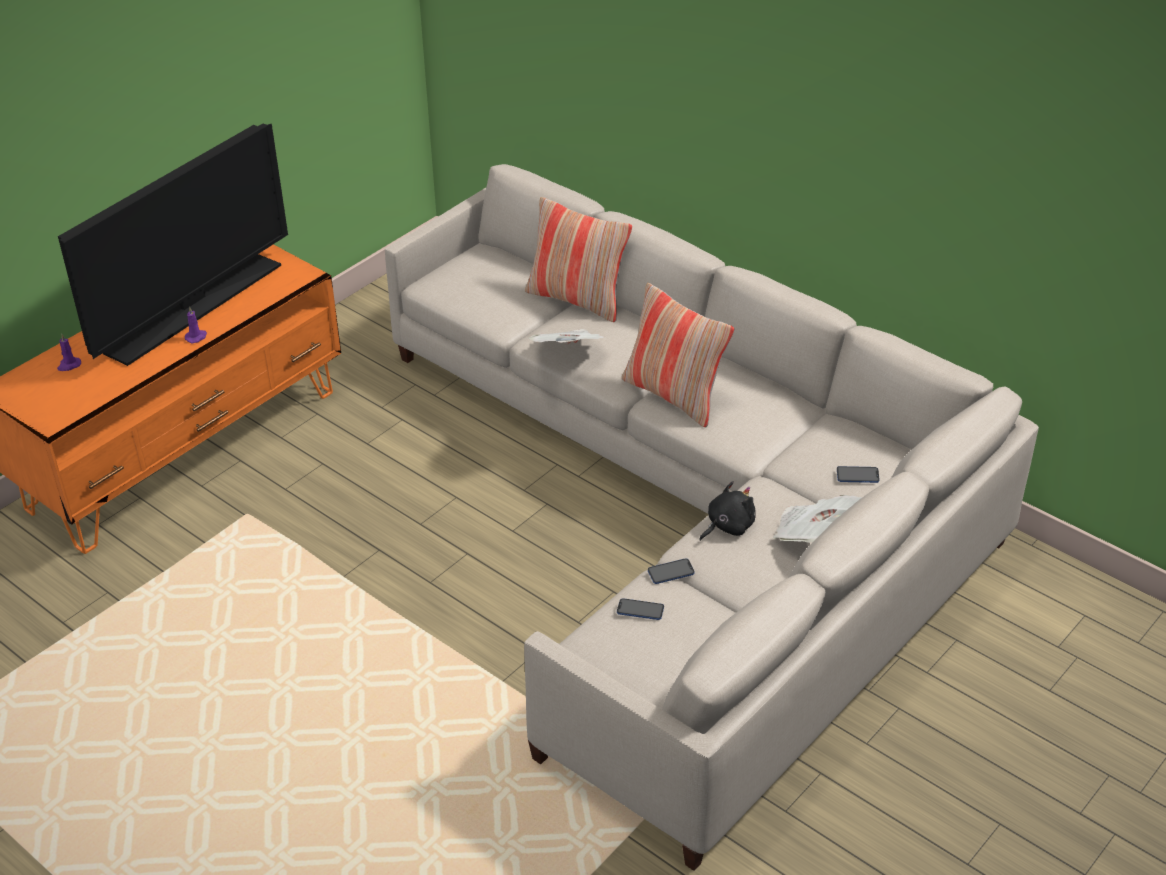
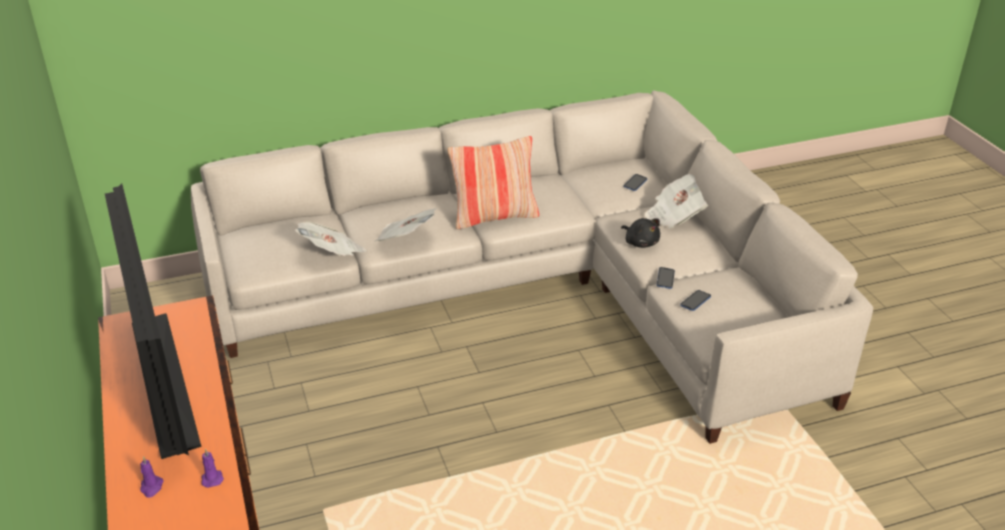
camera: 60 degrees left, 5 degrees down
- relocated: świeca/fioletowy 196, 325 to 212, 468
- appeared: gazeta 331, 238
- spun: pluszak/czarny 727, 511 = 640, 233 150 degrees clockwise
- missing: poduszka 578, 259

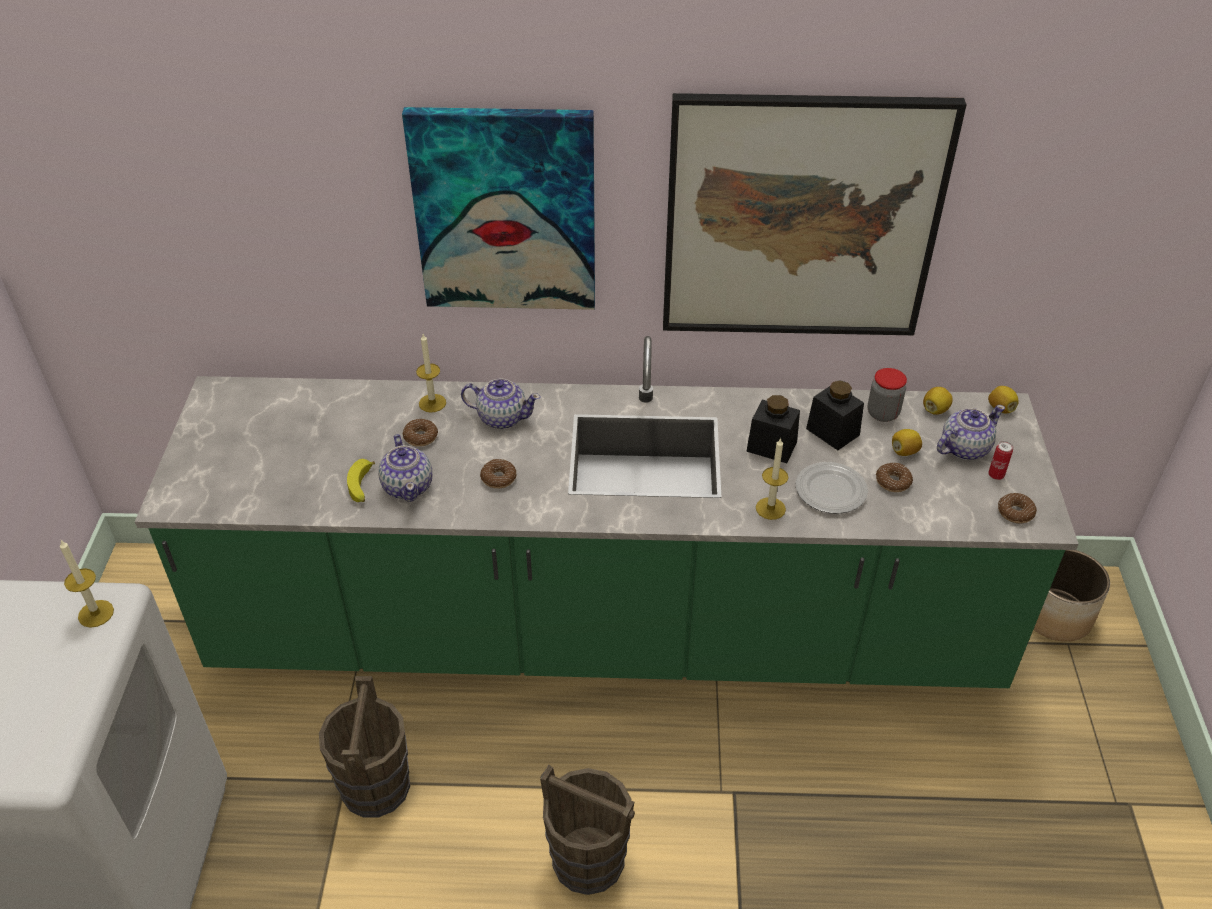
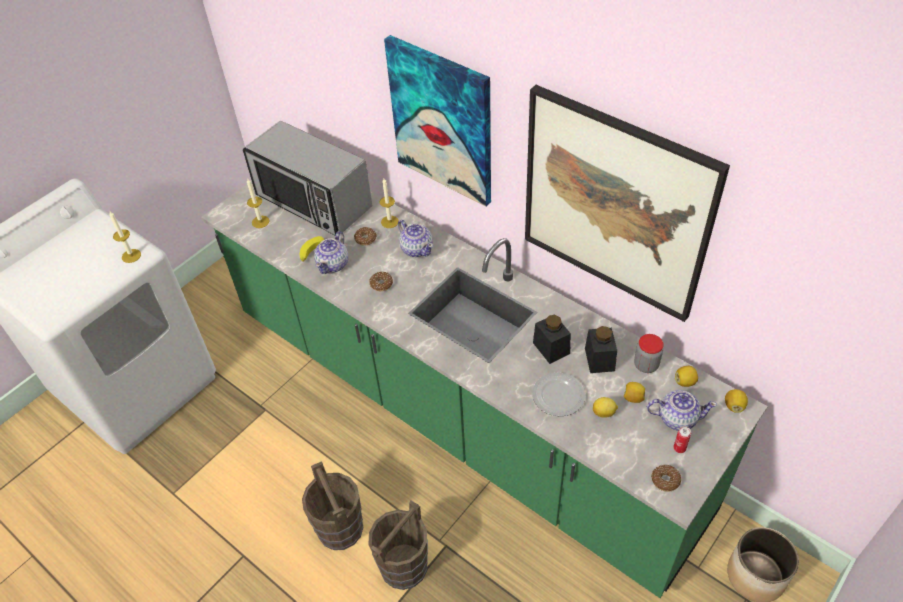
camera: 40 degrees right, 5 degrees up
- appeared: mikrofalówka 307, 178
- relocated: świeca 772, 478 to 258, 203
- relocated: wiadro/brązowy 364, 746 to 398, 545
- exchanged: donut 894, 477 to cytryna 605, 407

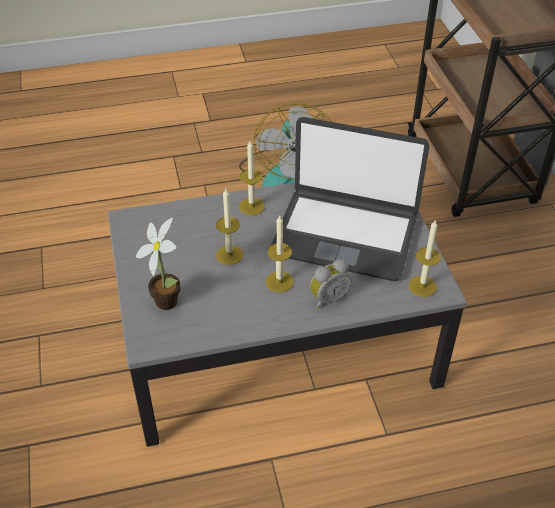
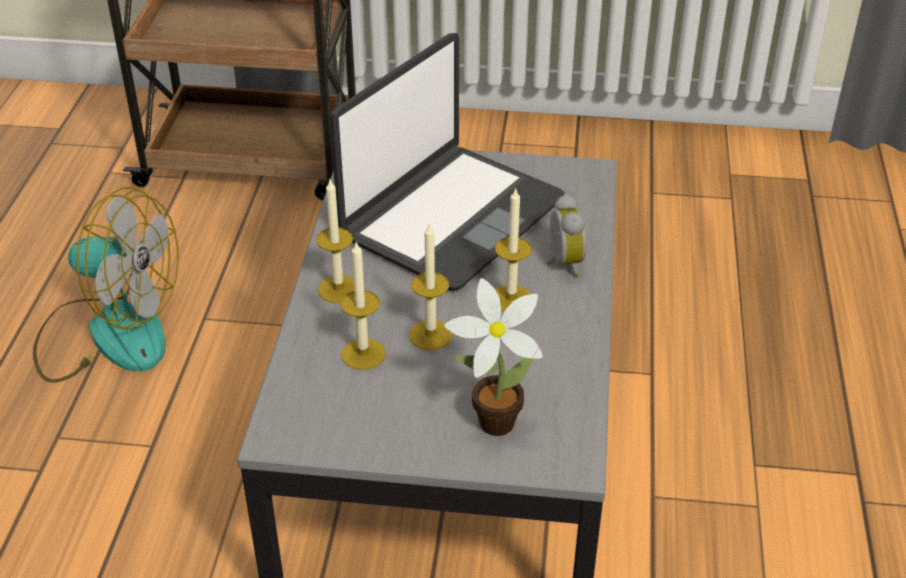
camera: 70 degrees left, 5 degrees down
- relocated: świeca 425, 258 to 363, 306

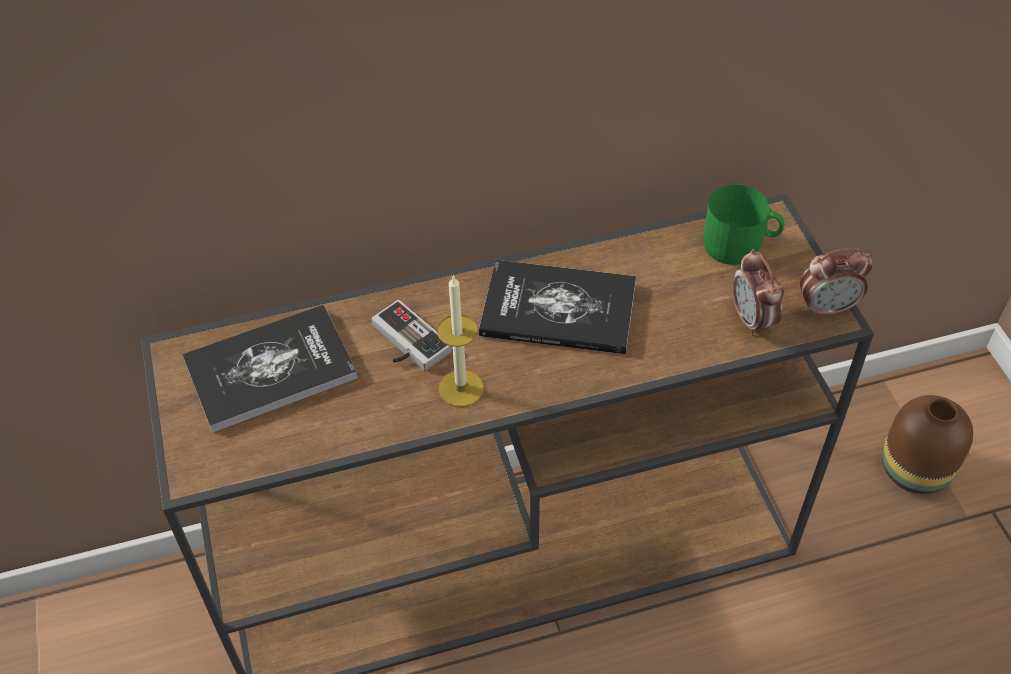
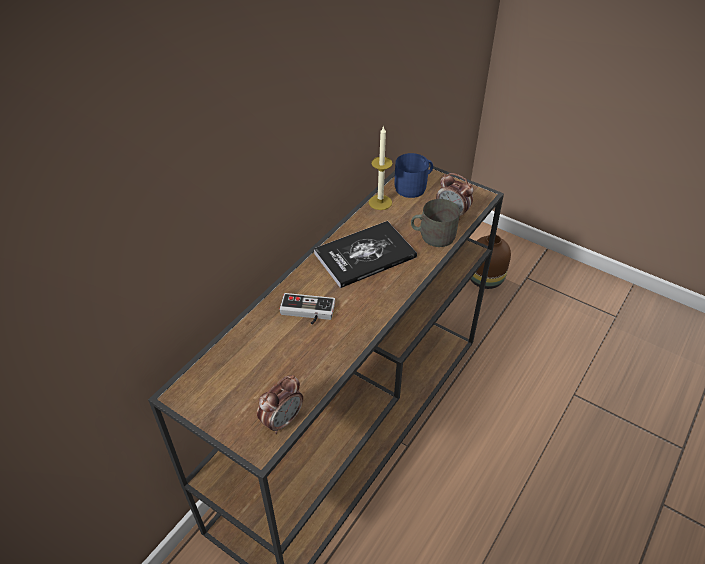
camera: 40 degrees left, 5 degrees down
- relocated: budzik 836, 282 to 280, 404
- relocated: świeca 460, 340 to 381, 168
- colour: kubek/zielony 743, 225 to kubek/niebieski 413, 175
- appeared: kubek/szary 435, 223
- missing: książka 270, 369

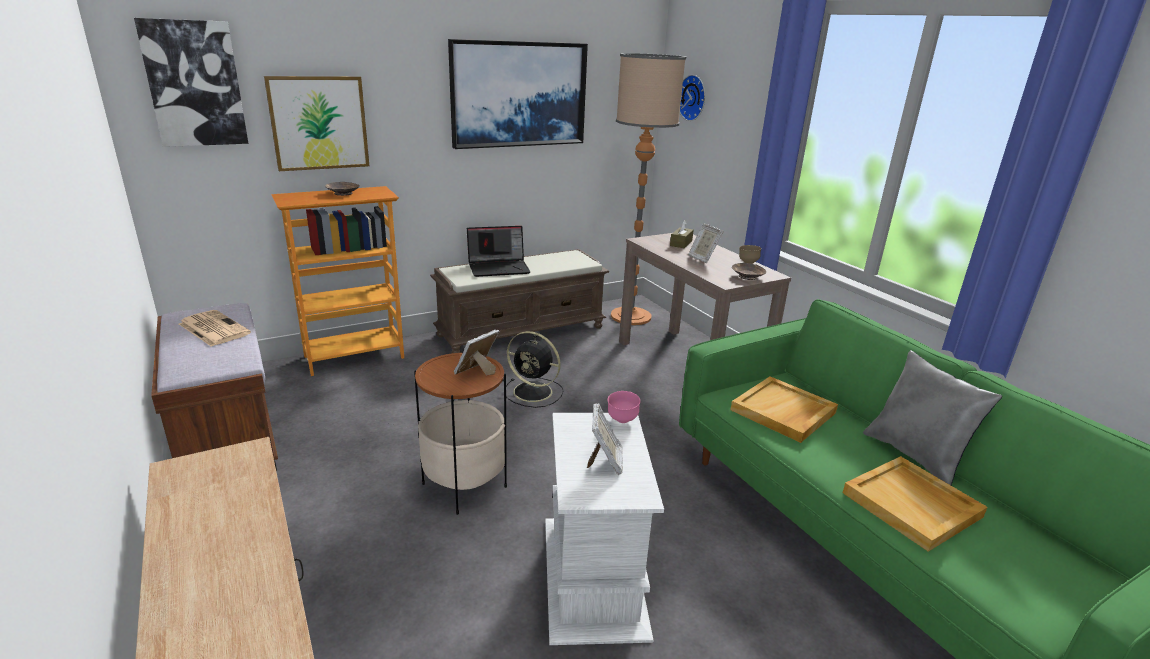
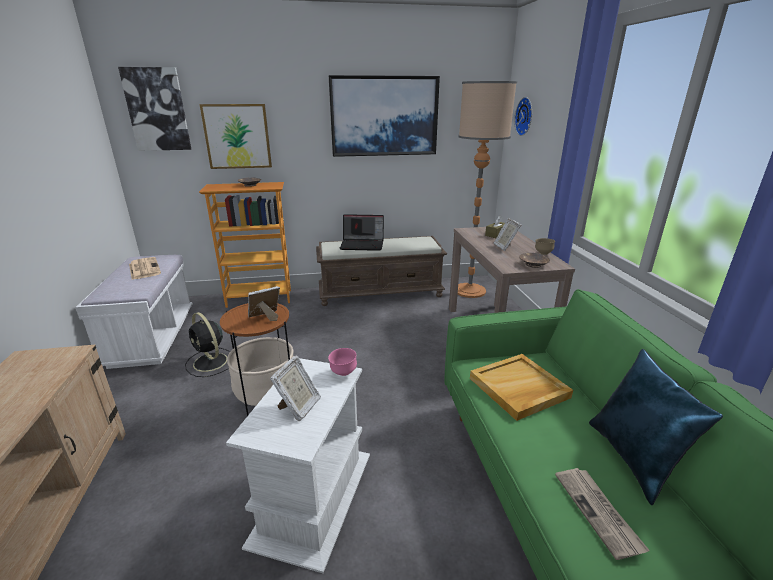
camera: 20 degrees right, 0 degrees up
- colour: ławka/brązowy 214, 381 to ławka/biały 134, 312
- relocated: wentylator/czarny 534, 369 to 207, 344
- exchanged: taca/beżowy 915, 504 to gazeta 602, 514
- colour: poduszka/szary 932, 417 to poduszka/niebieski 656, 427

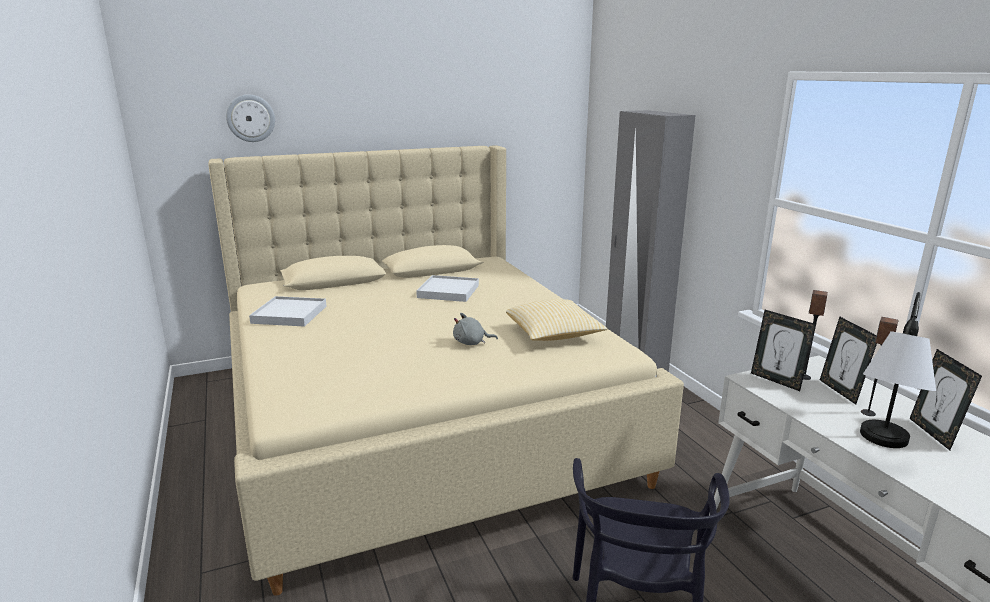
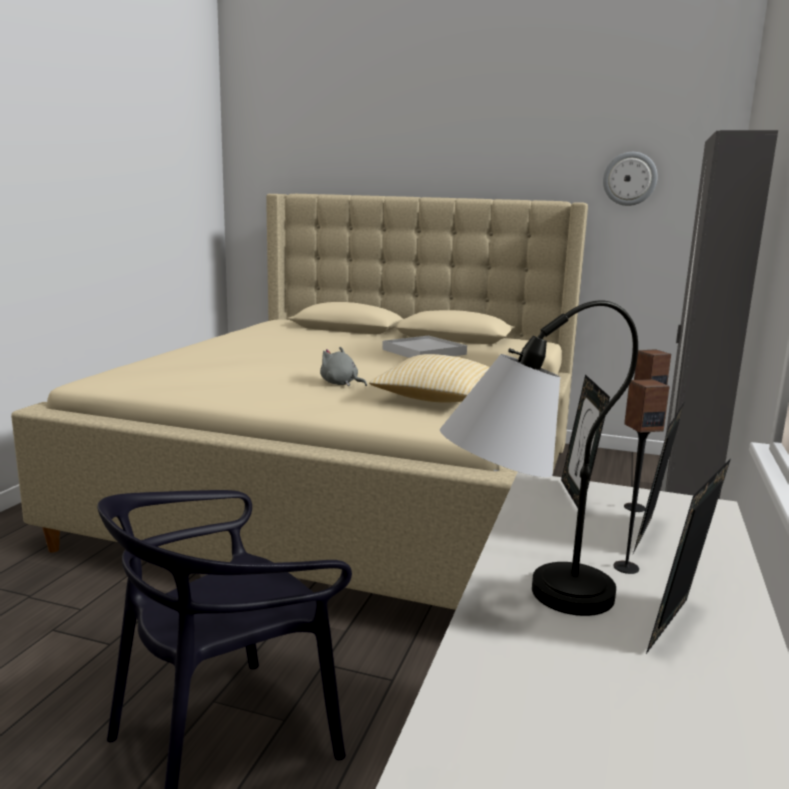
camera: 40 degrees right, 5 degrees down
- relocated: zegar ścienny 250, 118 to 630, 179
- missing: taca/biały 287, 311

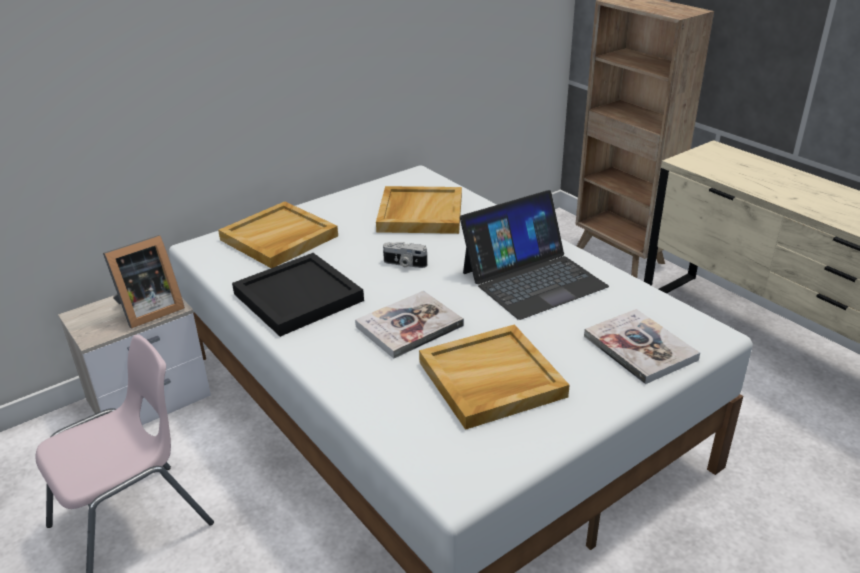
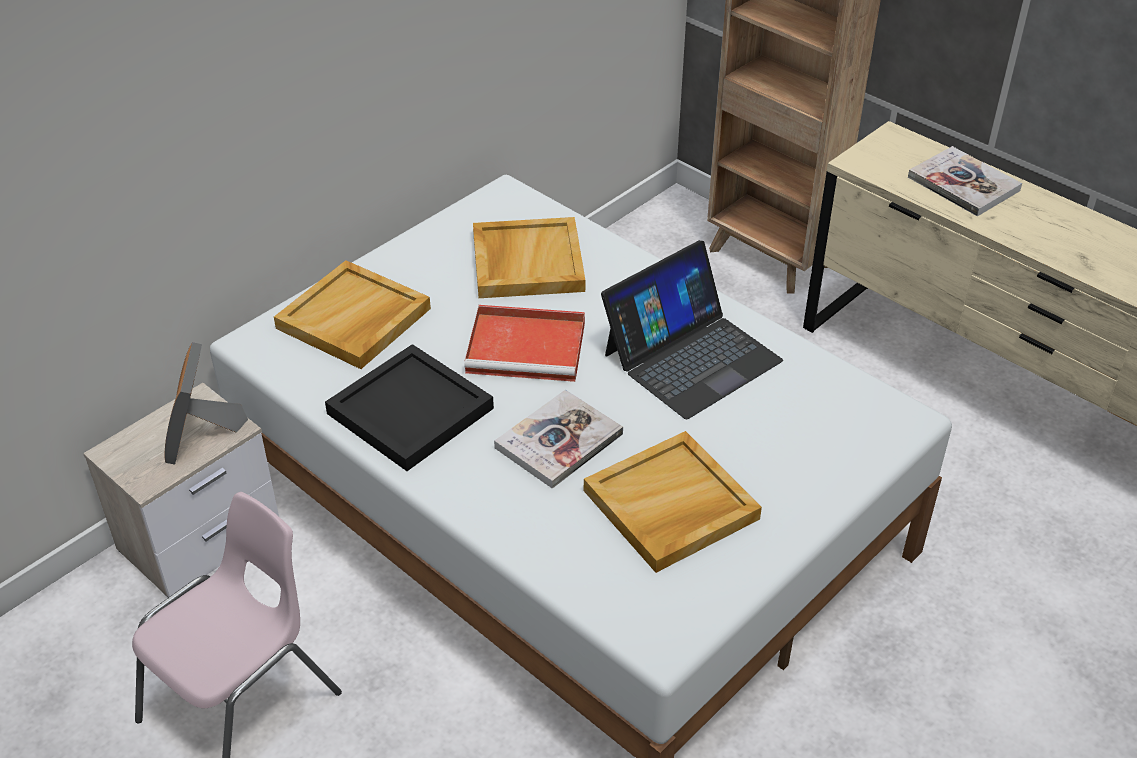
camera: 10 degrees left, 10 degrees up
- spun: ramka na zdjęcie 144, 282 = 206, 403 135 degrees clockwise
- exchanged: aparat fotograficzny 405, 255 to taca/czerwony 525, 343
- relocated: książka 642, 346 to 965, 181

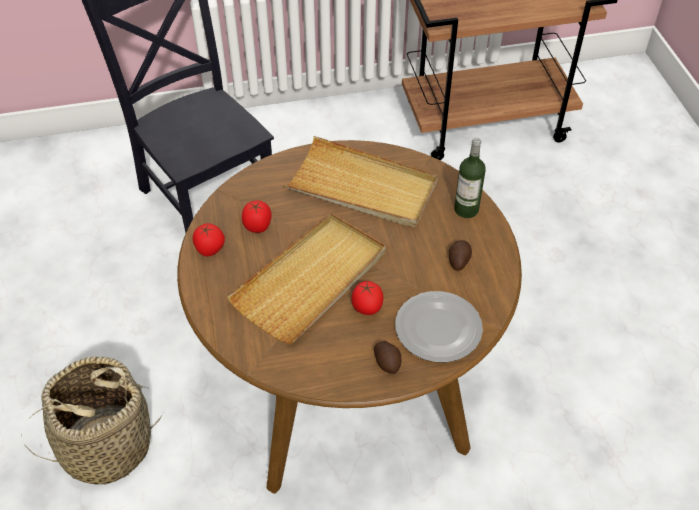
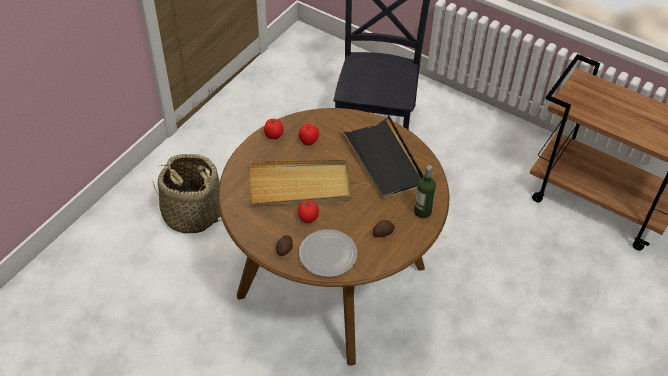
camera: 45 degrees right, 0 degrees up
- colour: taca/beżowy 360, 182 to taca/czarny 382, 157

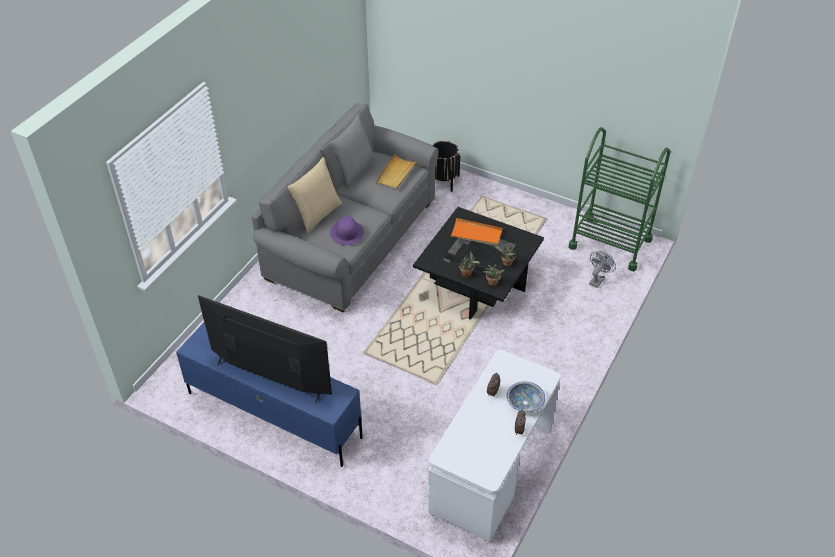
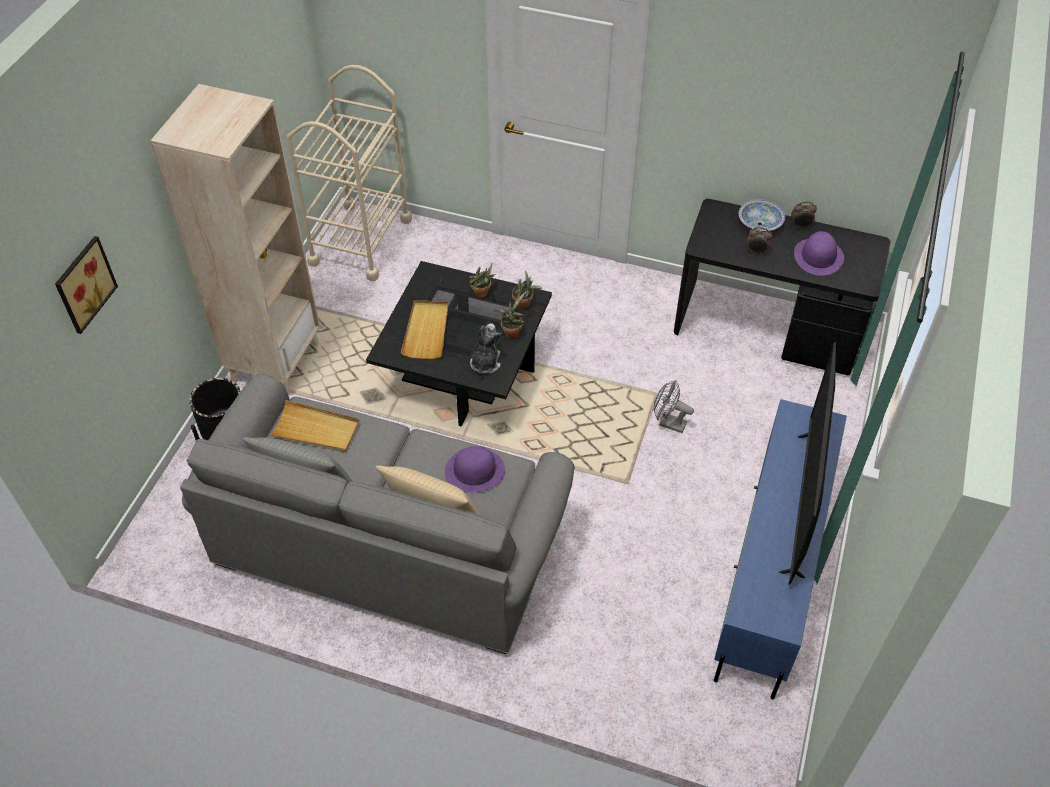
camera: 100 degrees left, 5 degrees up
- appeared: obraz 86, 285
- appeared: regał/beżowy 235, 239
- colour: wózek/zielony 619, 199 to wózek/beżowy 349, 173
- colour: taca/pomarańczowy 476, 232 to taca/beżowy 424, 329
- appeared: pluszak 486, 348
- relocated: wentylator/szary 602, 269 to 674, 406
- colour: biurko/biały 494, 445 to biurko/czarny 782, 287
- appeared: kapelusz/fioletowy 819, 253

